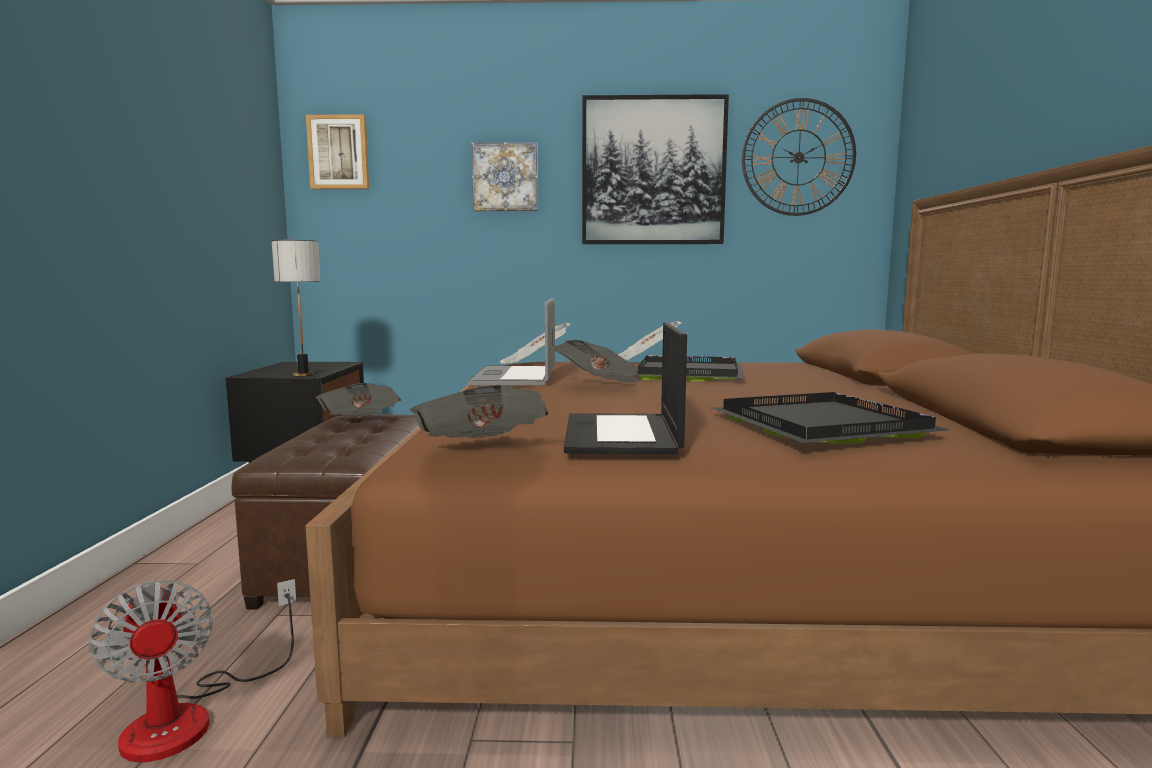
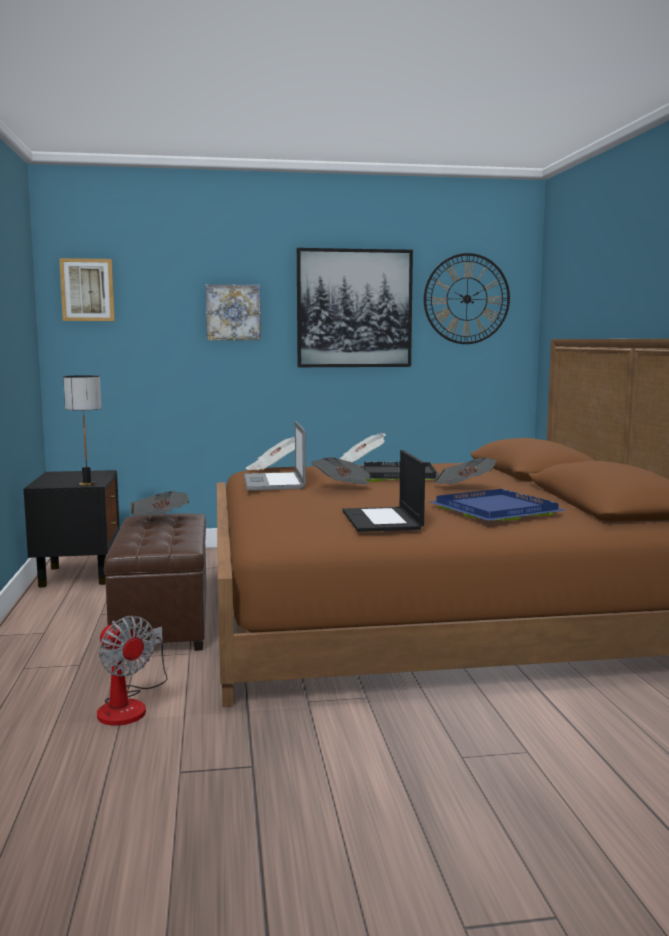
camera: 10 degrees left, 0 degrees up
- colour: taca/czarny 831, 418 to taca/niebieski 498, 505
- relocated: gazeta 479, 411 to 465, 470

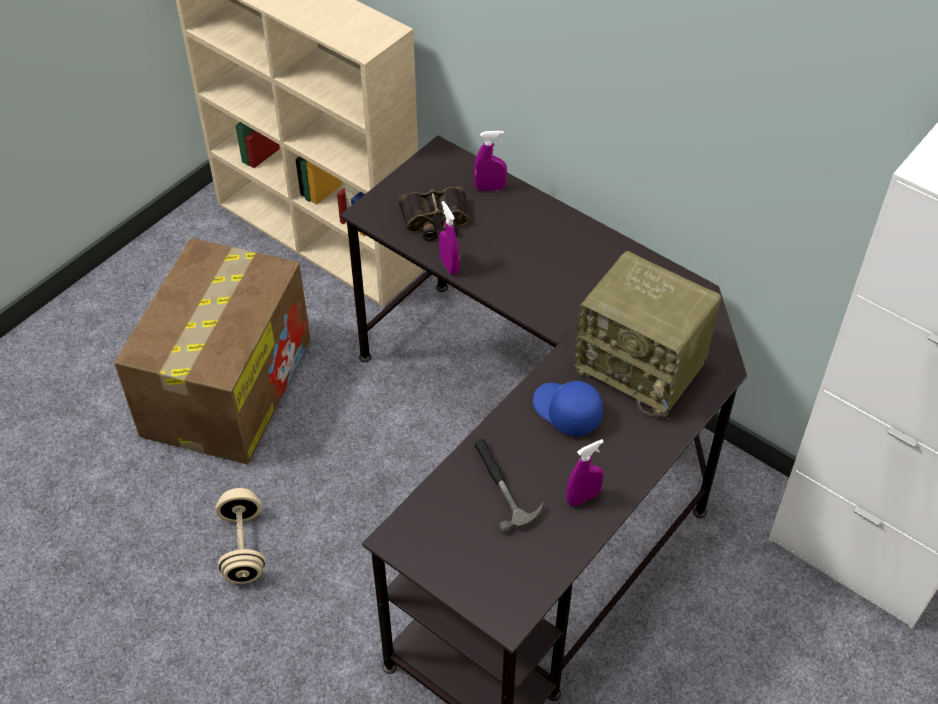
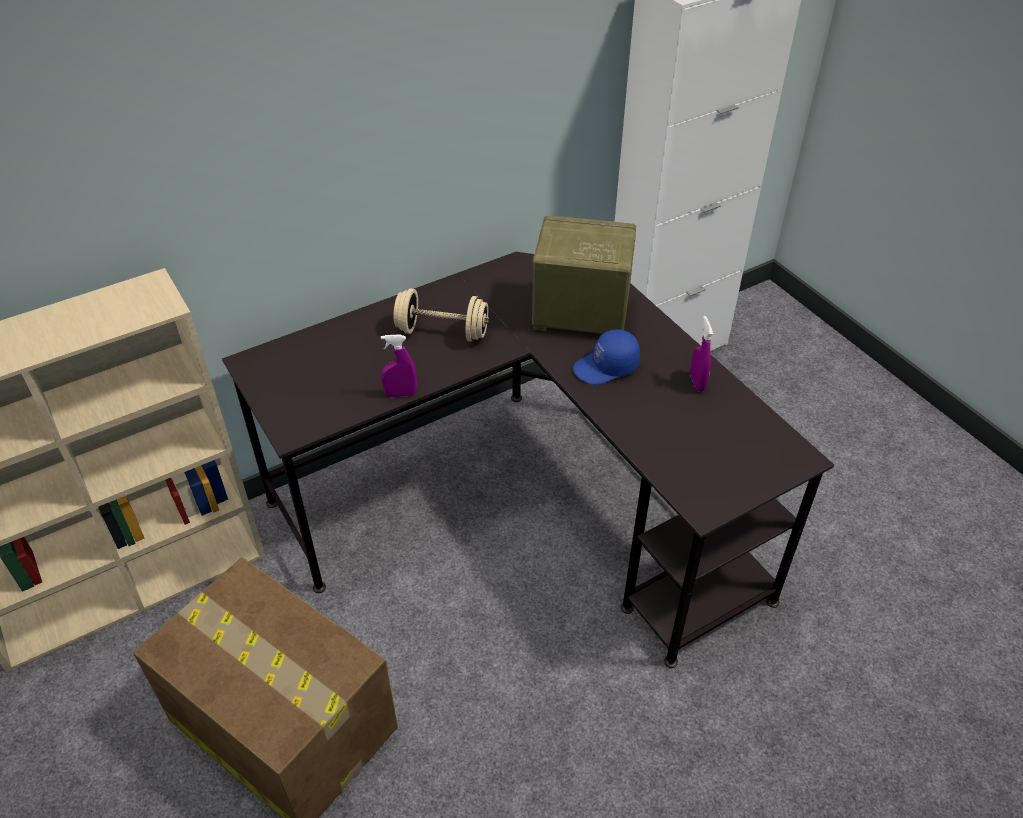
camera: 70 degrees left, 5 degrees down
- relocated: hantel/beżowy 241, 536 to 441, 315
- spun: radio 647, 334 = 584, 274 135 degrees counterclockwise
- missing: lornetka 433, 214
- missing: spryskiwacz/fioletowy 490, 161
- missing: młotek 508, 485

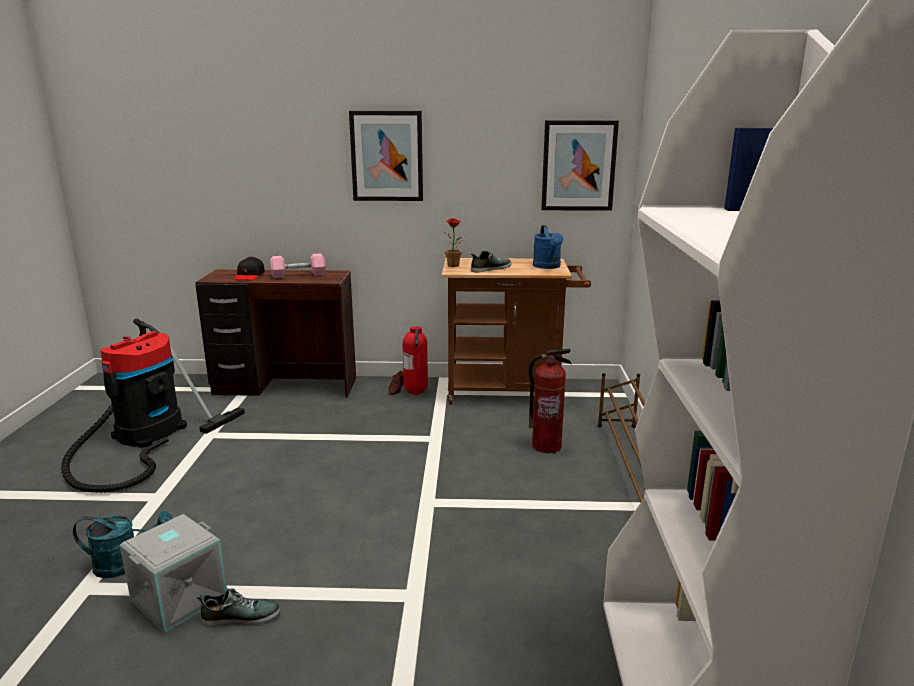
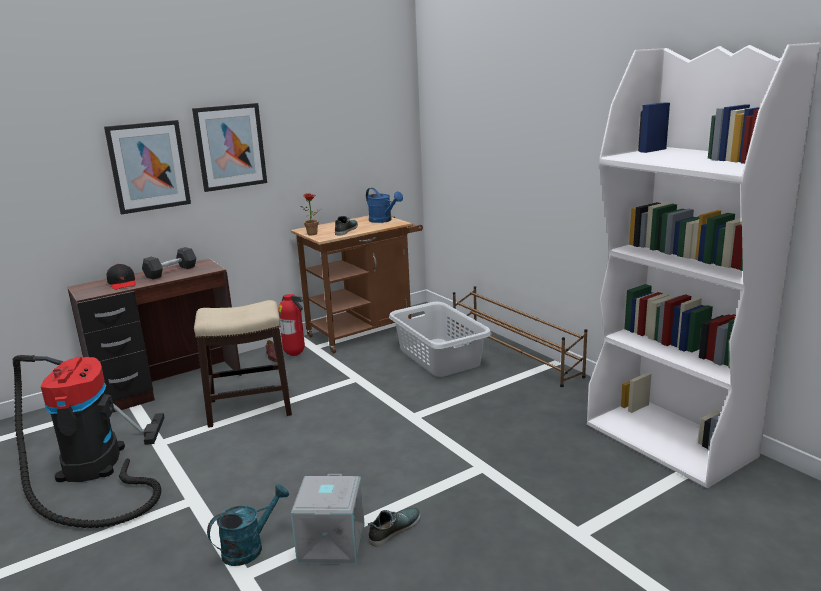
camera: 35 degrees left, 0 degrees up
- relocated: obraz 580, 165 to 147, 167
- colour: hantel/różowy 298, 265 to hantel/szary 169, 263
- appeared: stołek 243, 364
- exchanged: gaśnica 550, 401 to kosz na pranie/szary 440, 339

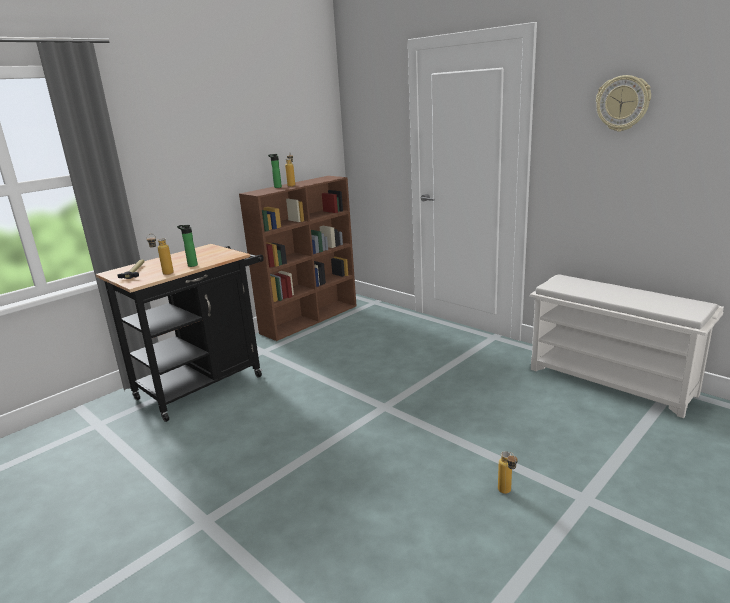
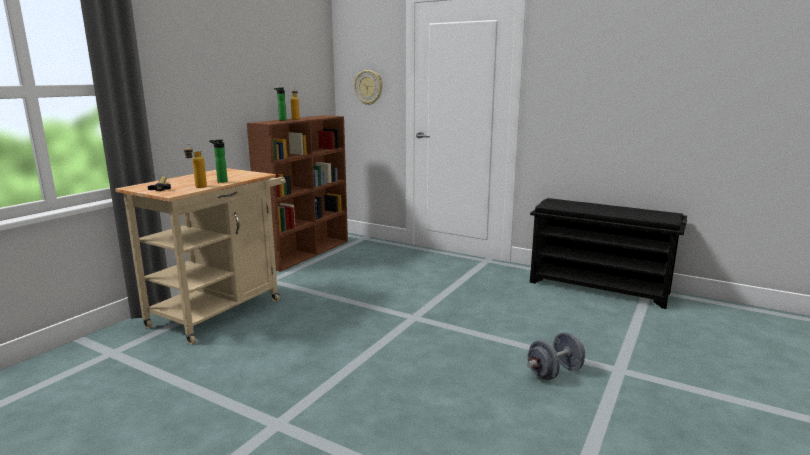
camera: 15 degrees left, 5 degrees down
- colour: wózek/czarny 180, 333 to wózek/beżowy 200, 256
- relocated: zegar ścienny 623, 103 to 368, 87
- exchanged: butelka 508, 472 to hantel/szary 556, 356
- colour: regał na buty/biały 627, 346 to regał na buty/czarny 608, 253

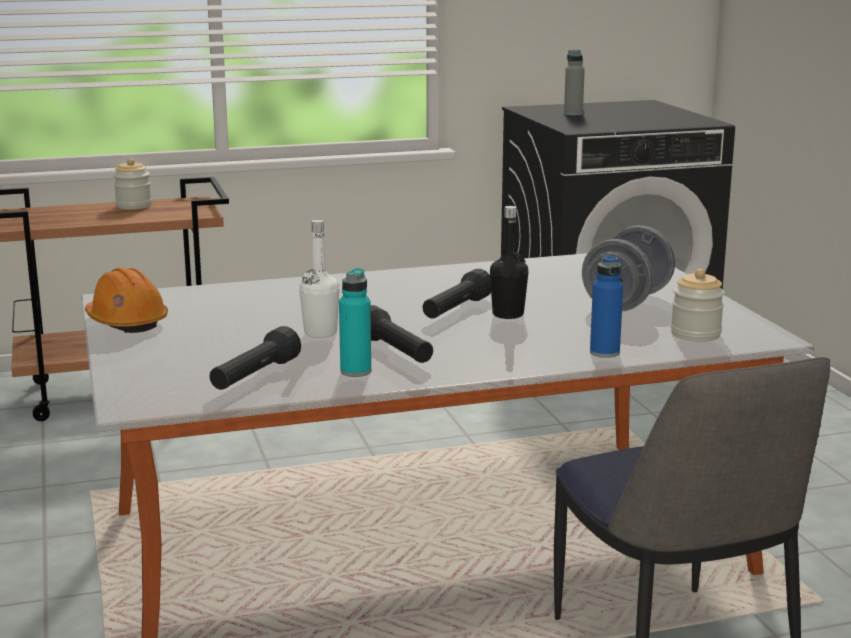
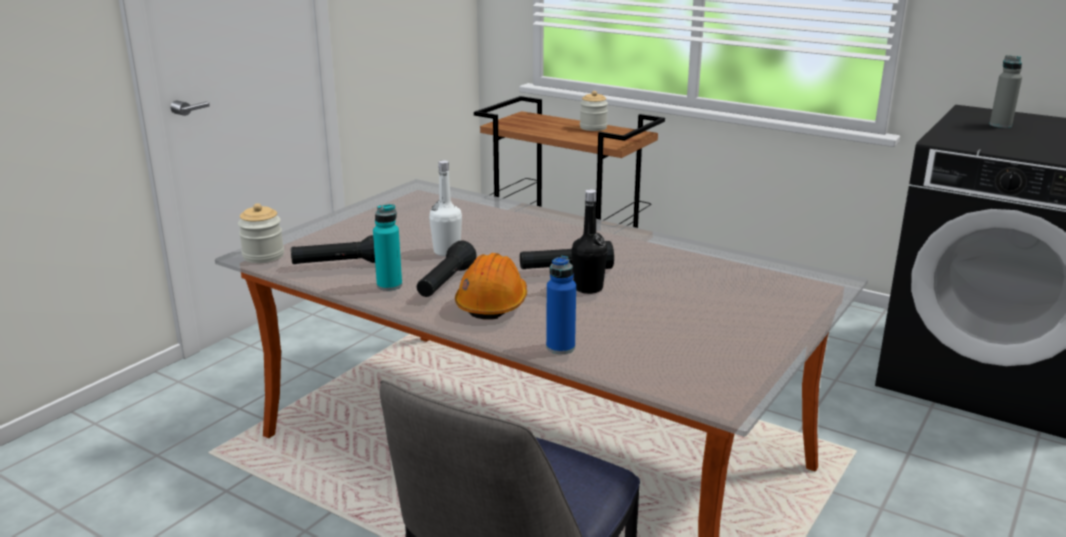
camera: 50 degrees right, 5 degrees up
- relocated: słoik 698, 305 to 261, 233
- relocated: kask/pomarańczowy 126, 300 to 491, 286
- missing: hantel/szary 628, 268

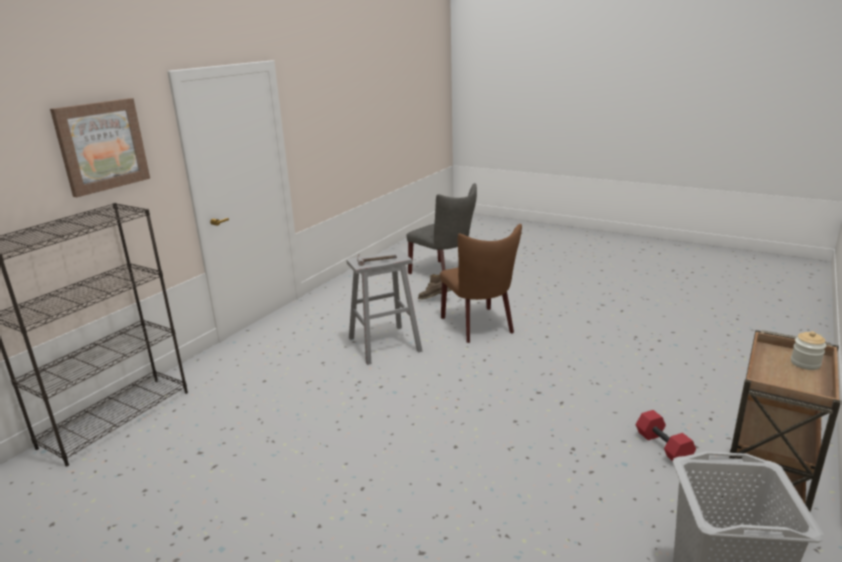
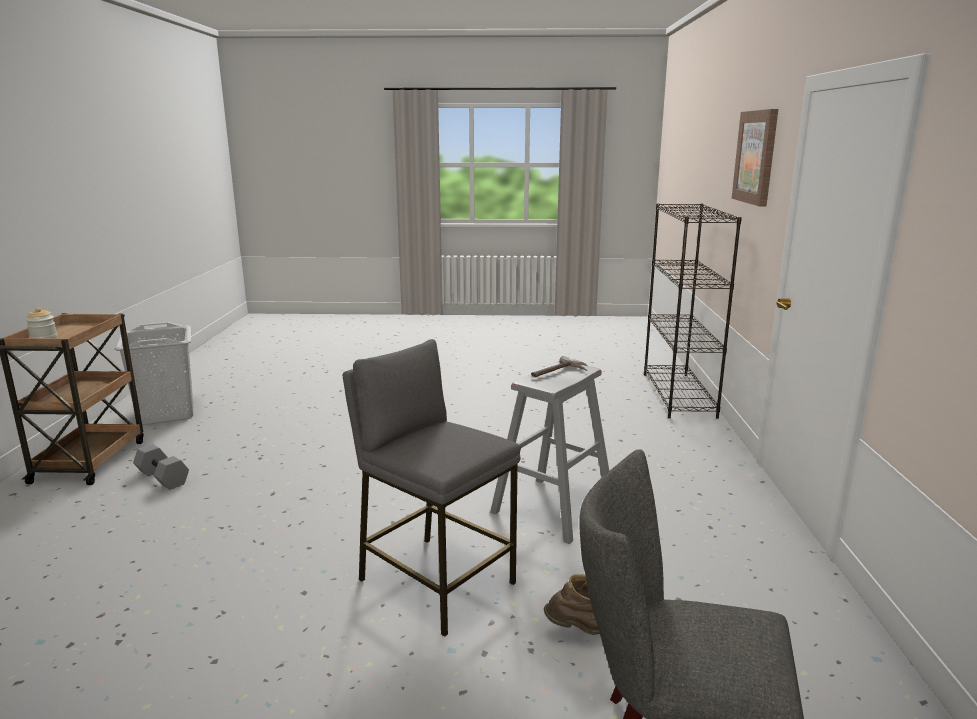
camera: 150 degrees right, 5 degrees down
- colour: hantel/czerwony 666, 435 to hantel/szary 161, 467
- exchanged: krzesło/brązowy 481, 283 to stołek/szary 432, 488

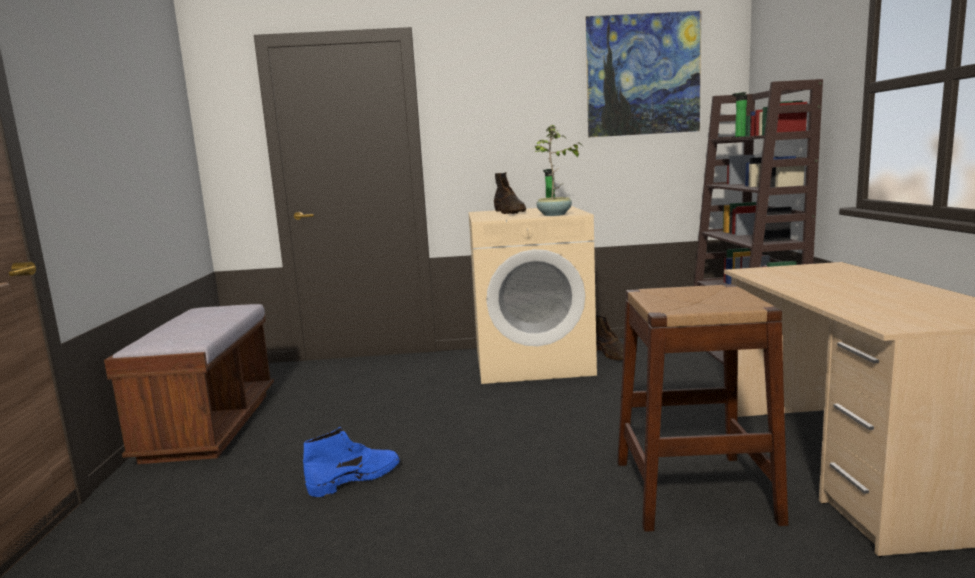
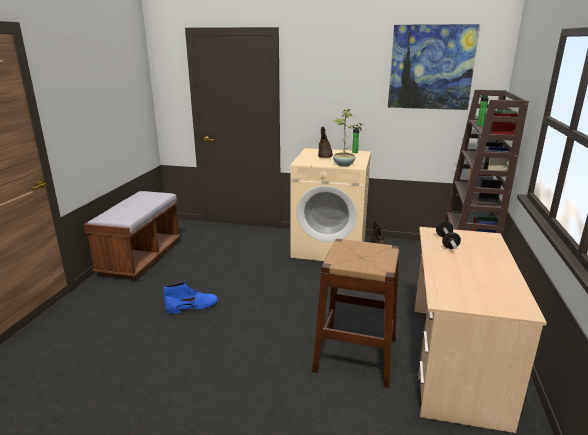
camera: 15 degrees right, 10 degrees up
- appeared: hantel 448, 235

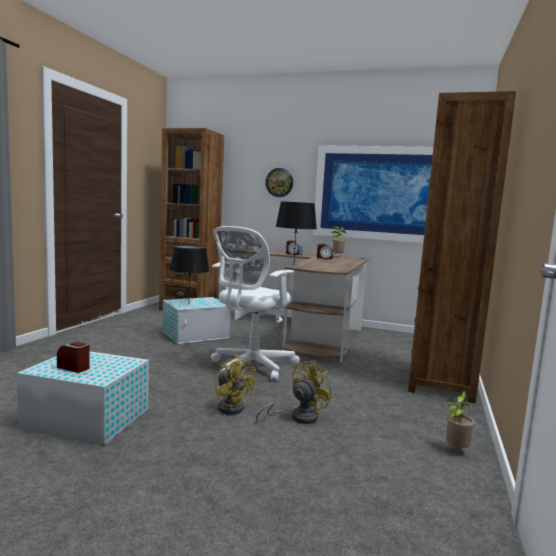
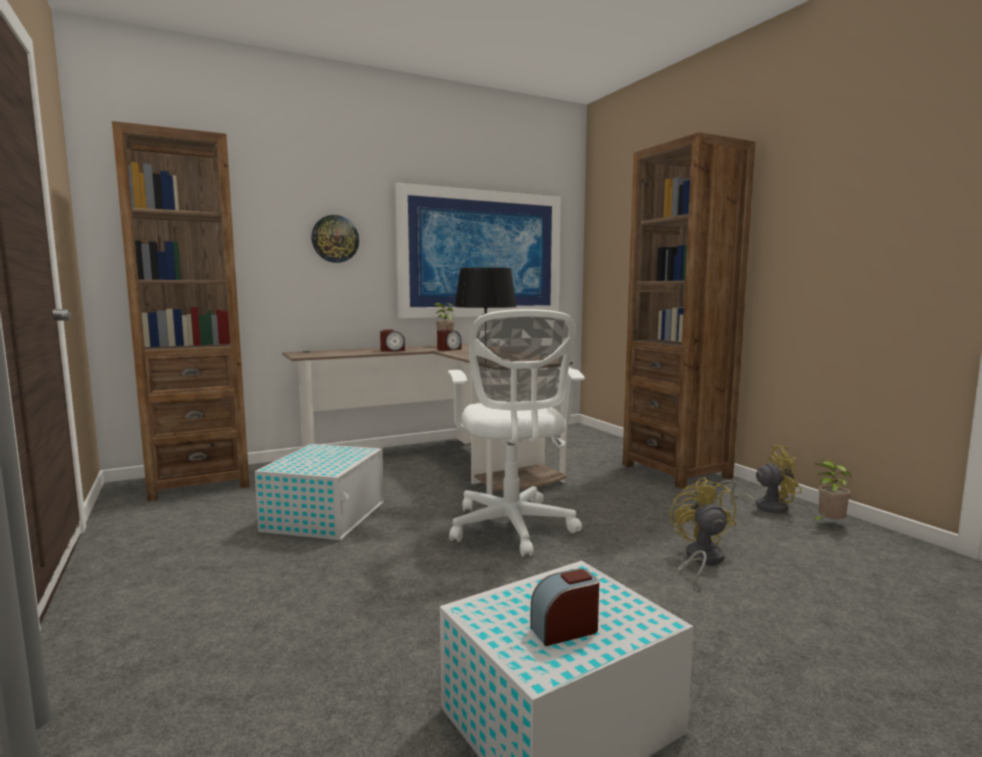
camera: 45 degrees left, 0 degrees up
- relocated: wentylator/żółty 235, 384 to 758, 479
- missing: lampa stołowa/czarny 189, 267

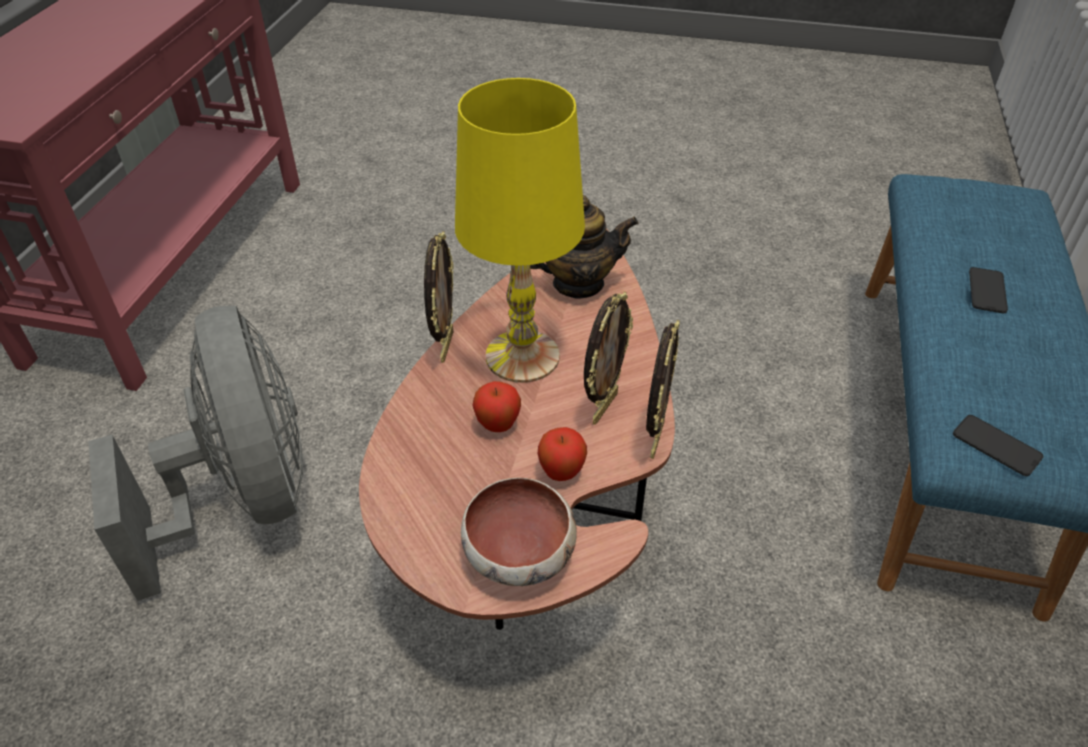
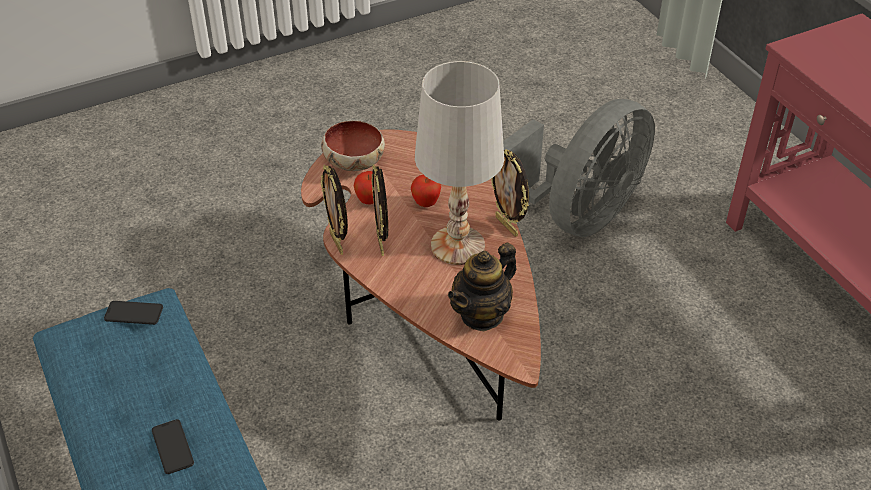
camera: 140 degrees right, 0 degrees up
- colour: lampa stołowa/żółty 520, 230 to lampa stołowa/biały 459, 163
- spun: wentylator/szary 195, 453 = 579, 168 75 degrees counterclockwise

